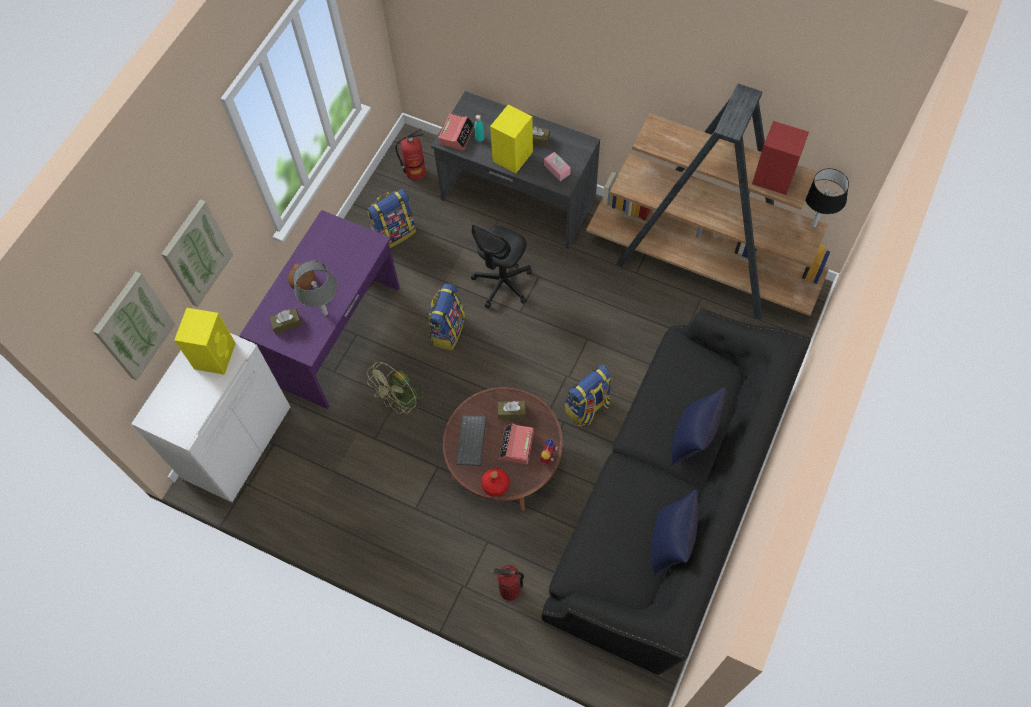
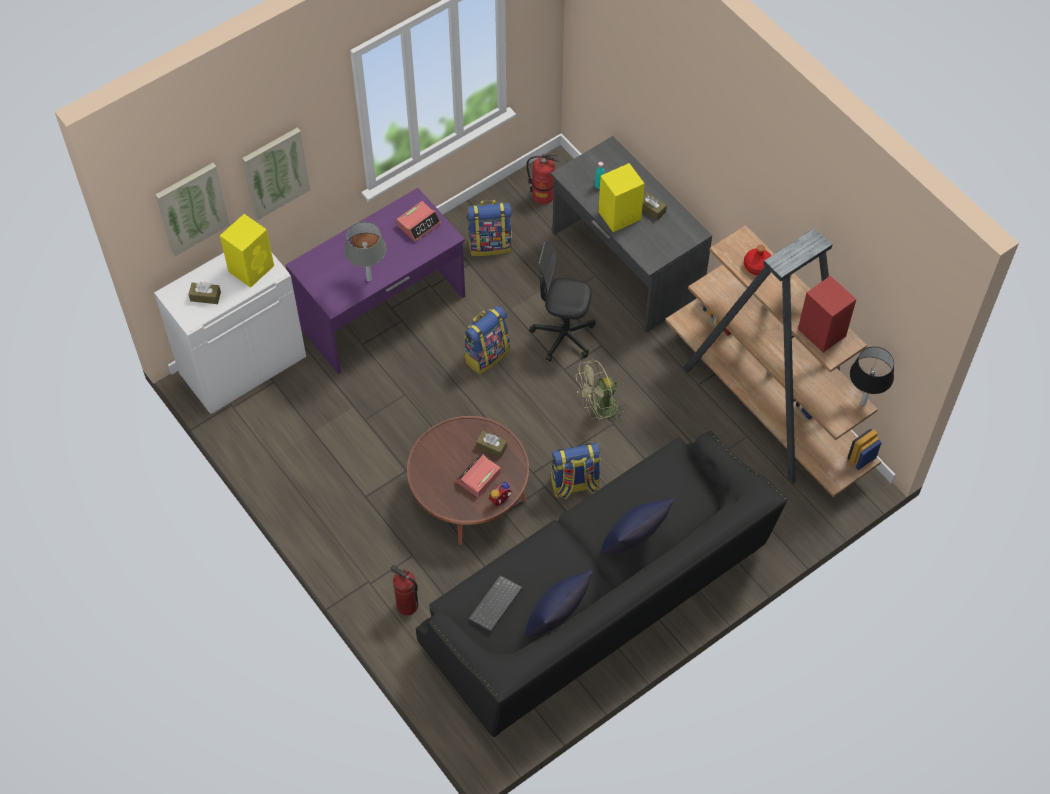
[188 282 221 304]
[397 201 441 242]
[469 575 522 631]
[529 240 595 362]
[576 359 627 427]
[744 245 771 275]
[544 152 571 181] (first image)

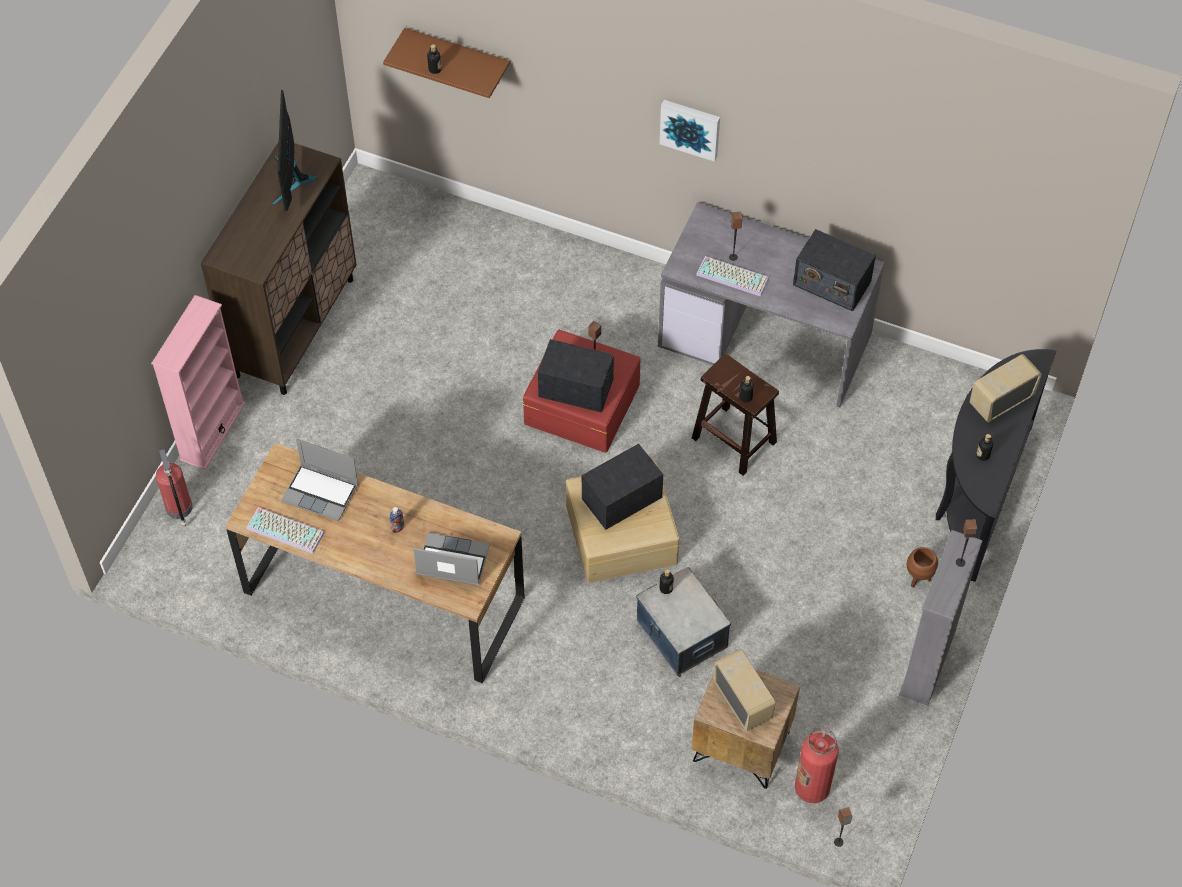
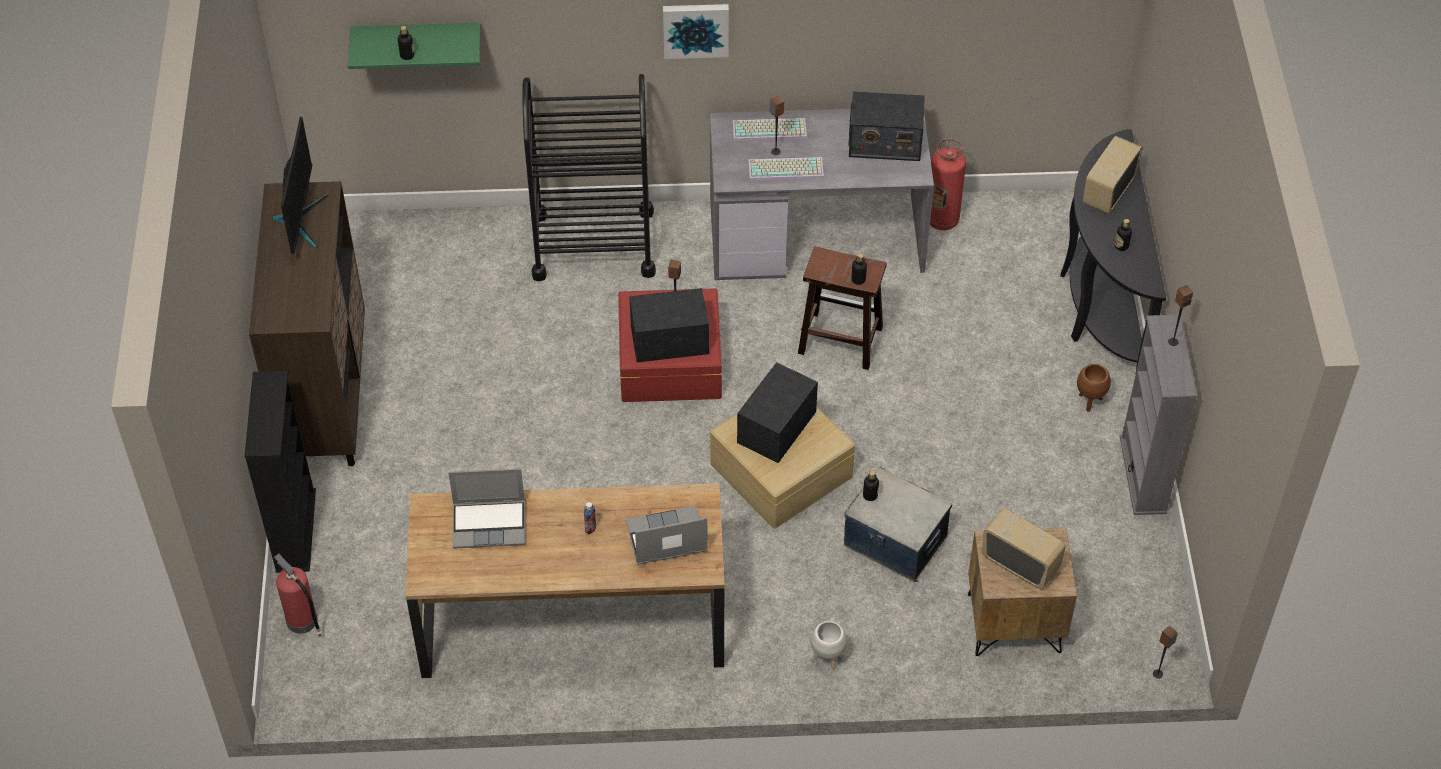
[244 371 316 573]
[273 117 328 254]
[348 23 481 69]
[522 74 656 281]
[732 118 807 141]
[811 621 847 669]
[930 138 966 230]

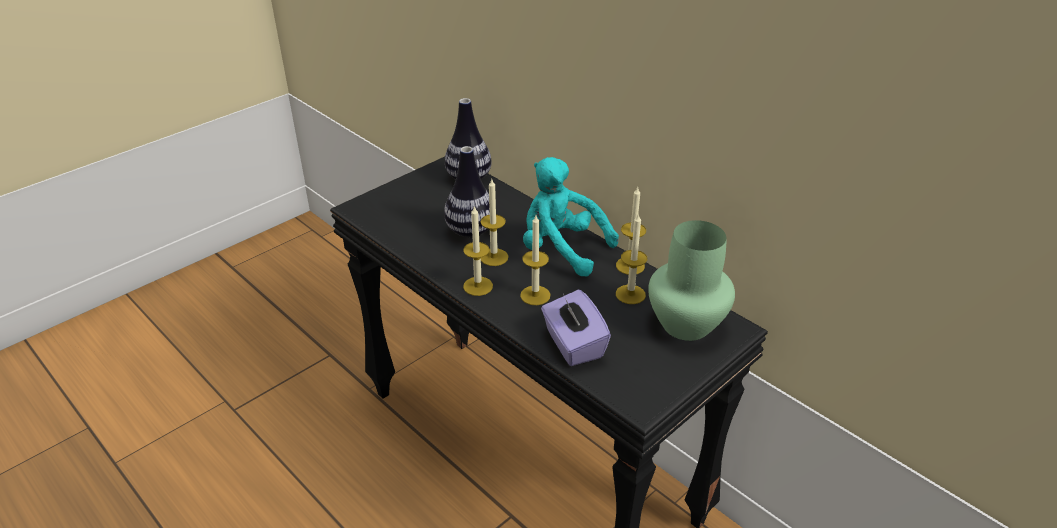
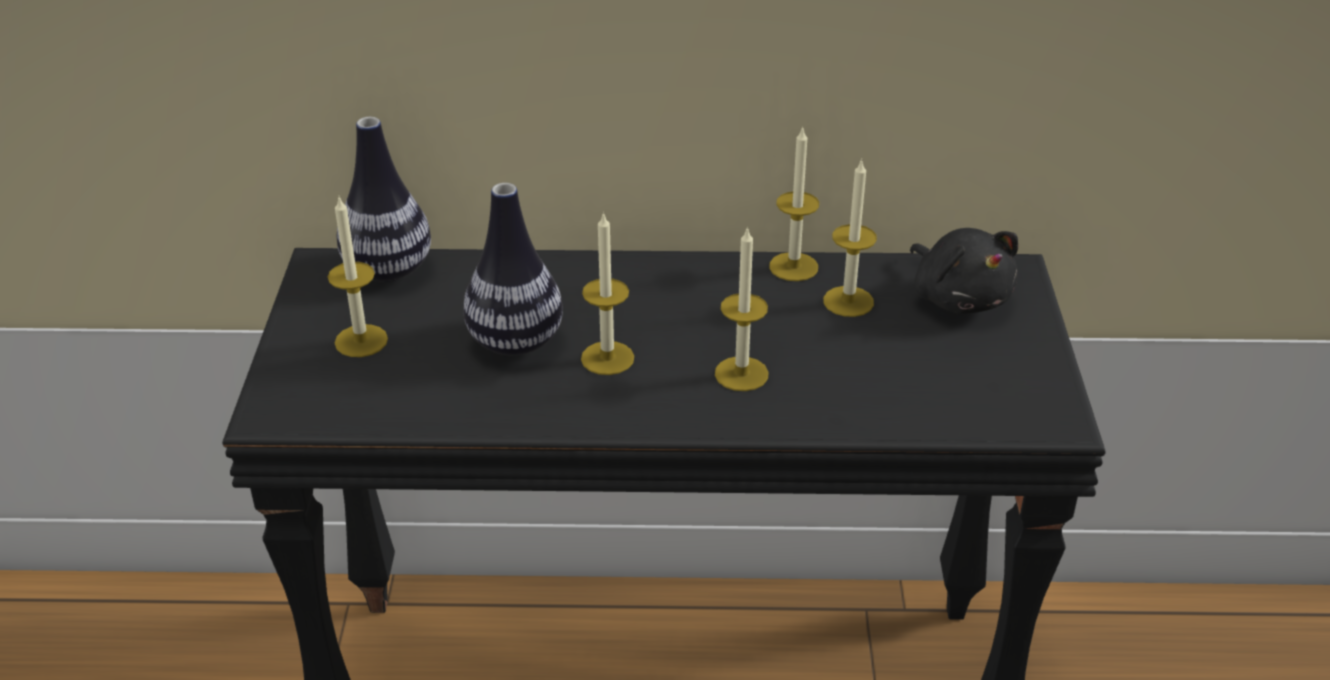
[328 197 388 357]
[910 228 1018 314]
[523 157 619 277] (first image)
[541 290 611 366] (first image)

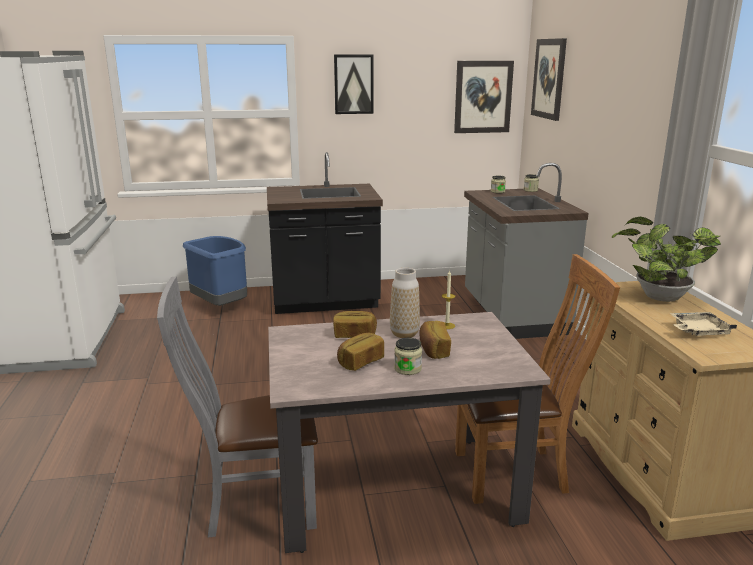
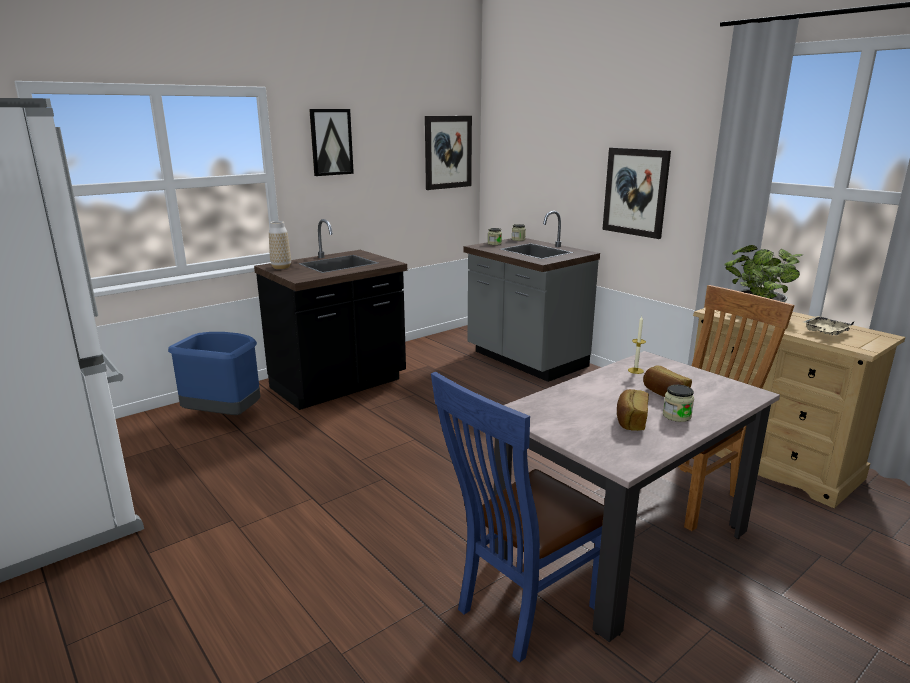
[269 221 291 269]
[431 372 604 663]
[602 148 671 239]
[333 311 377 338] (first image)

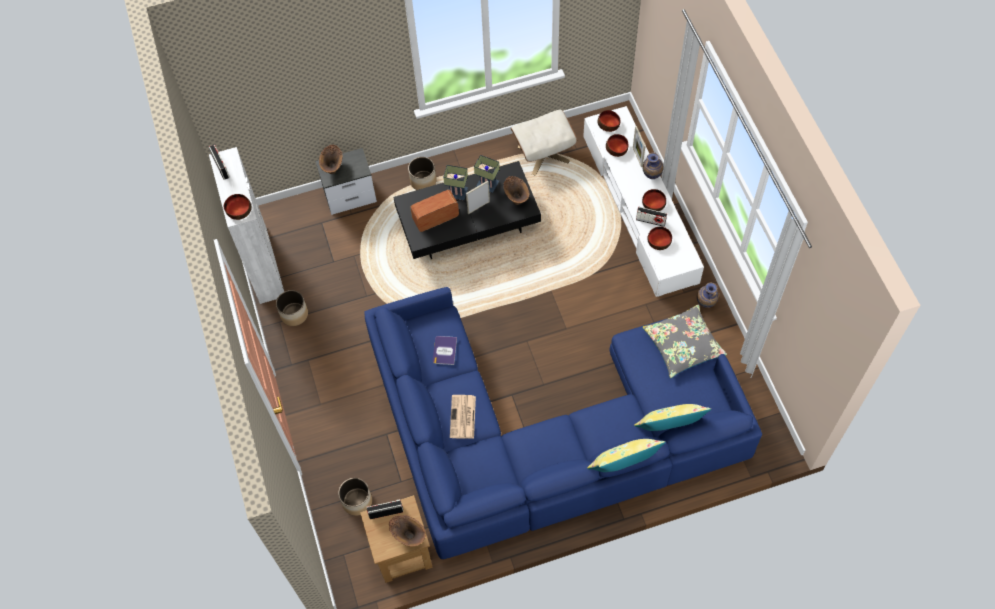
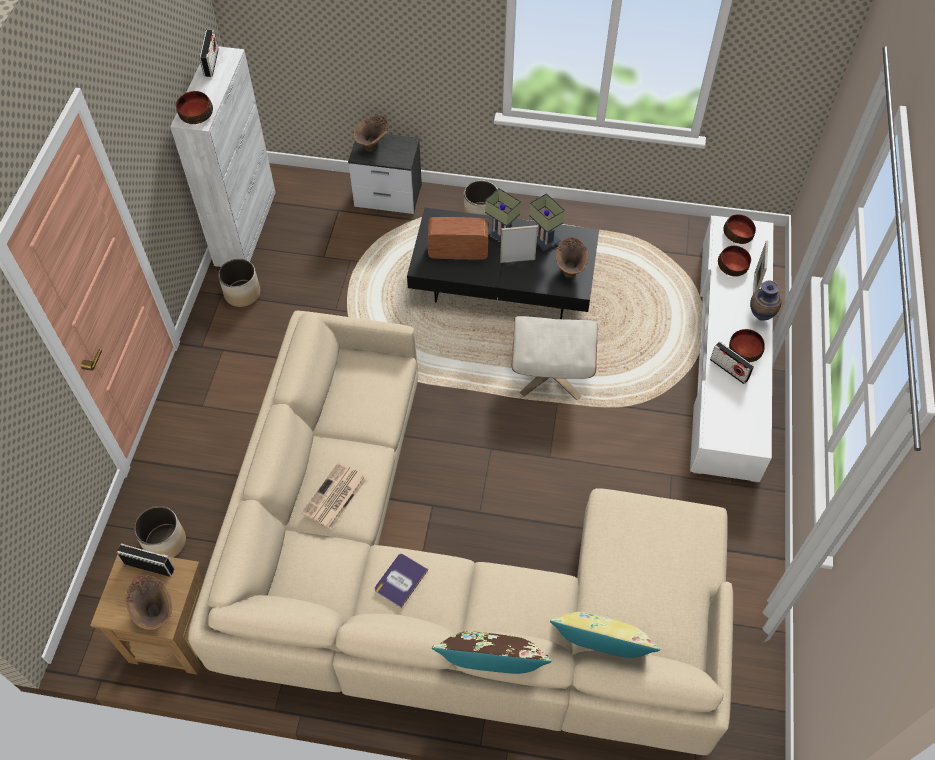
[188 311 733 755]
[375 554 428 608]
[432 631 552 674]
[511 316 598 400]
[642 304 727 378] (first image)
[648 227 672 250] (first image)
[697 282 719 308] (first image)

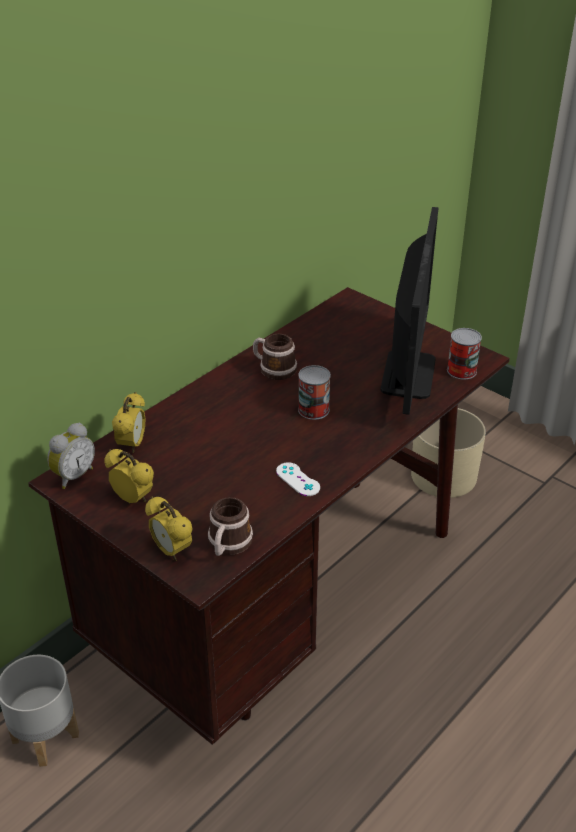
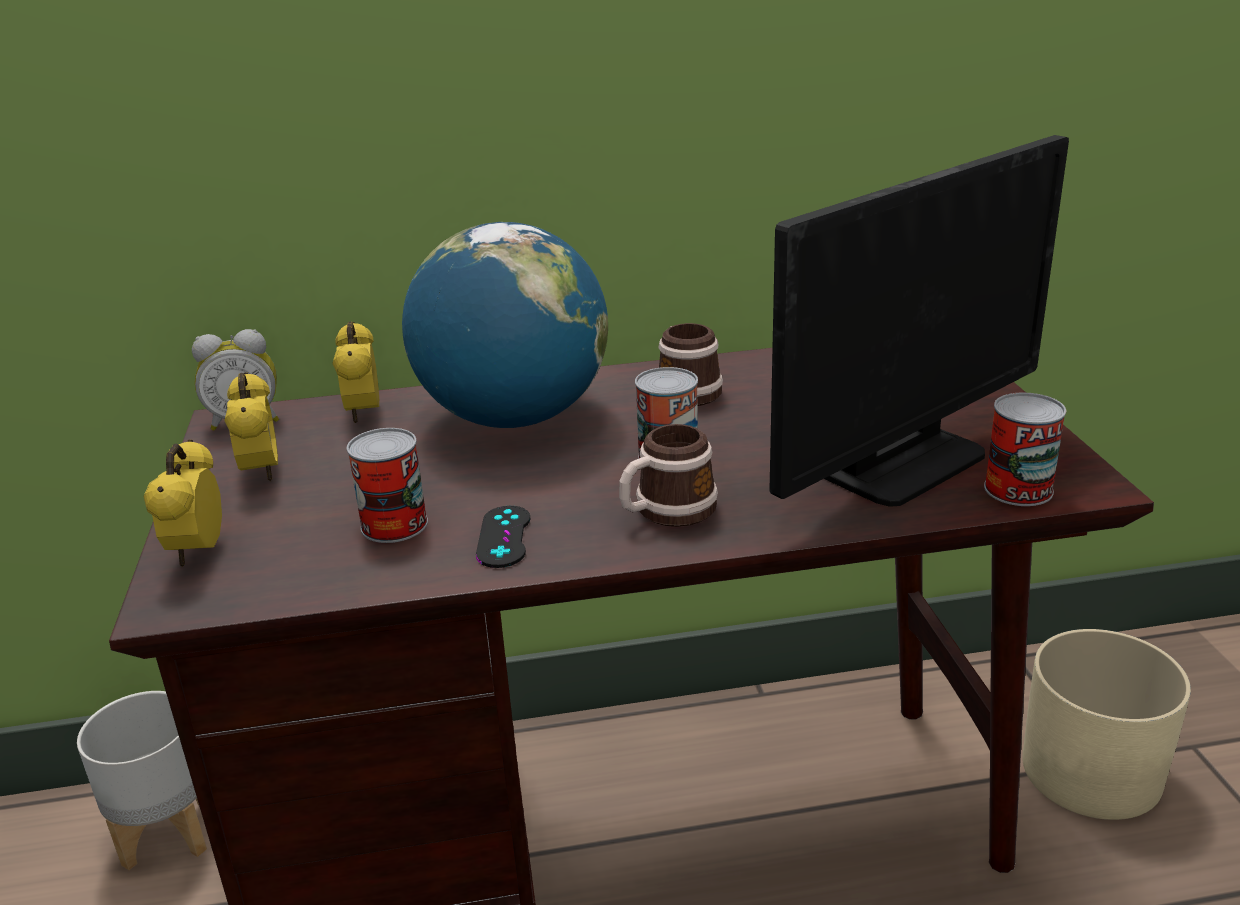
[332 322 379 423]
[347 428 428 543]
[402 222 608 428]
[476 506 531 568]
[619 424 718 527]

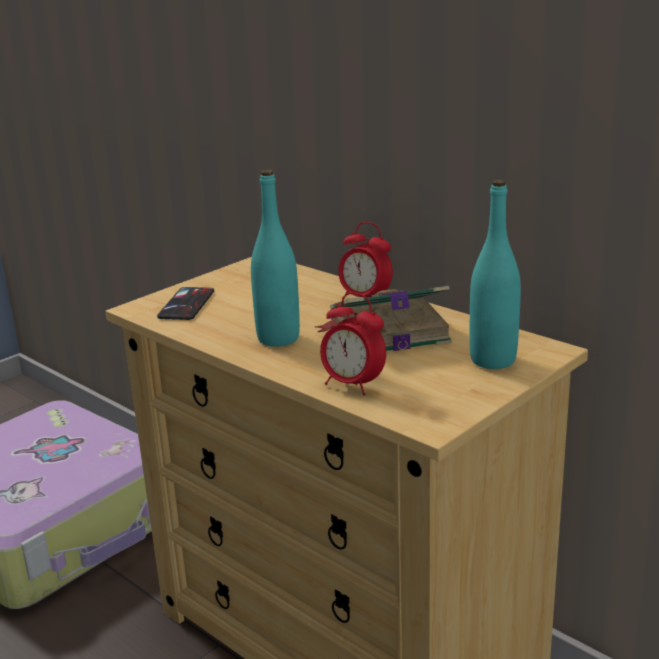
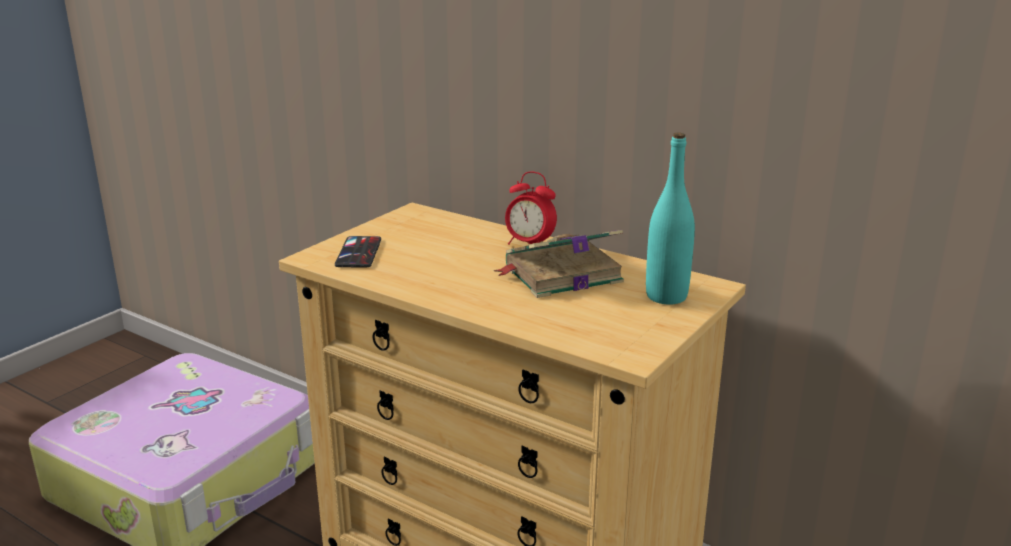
[251 170 300 347] (first image)
[320 292 386 396] (first image)

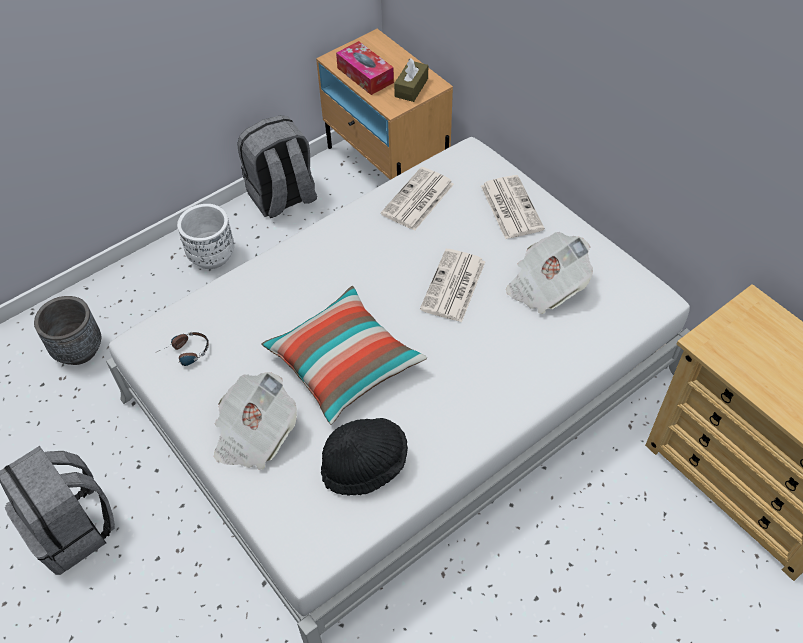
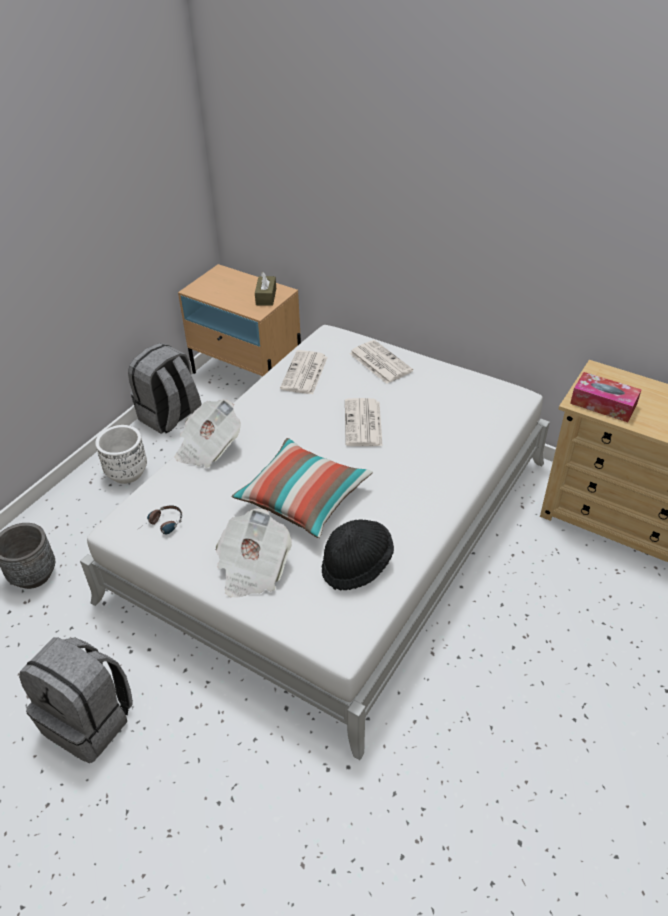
[175 400 241 468]
[570 372 642 422]

